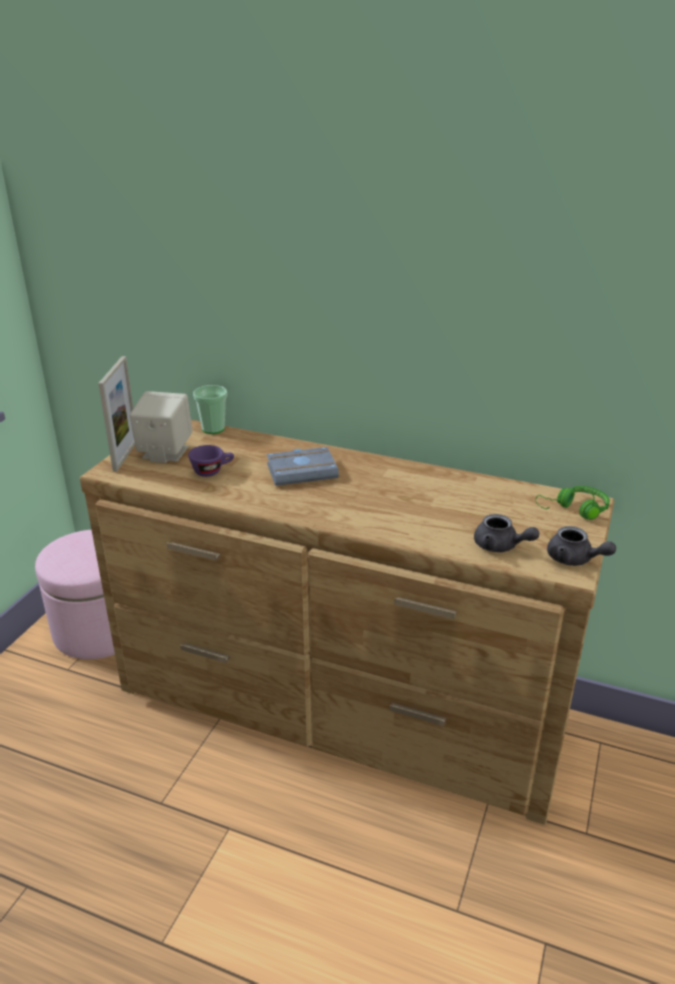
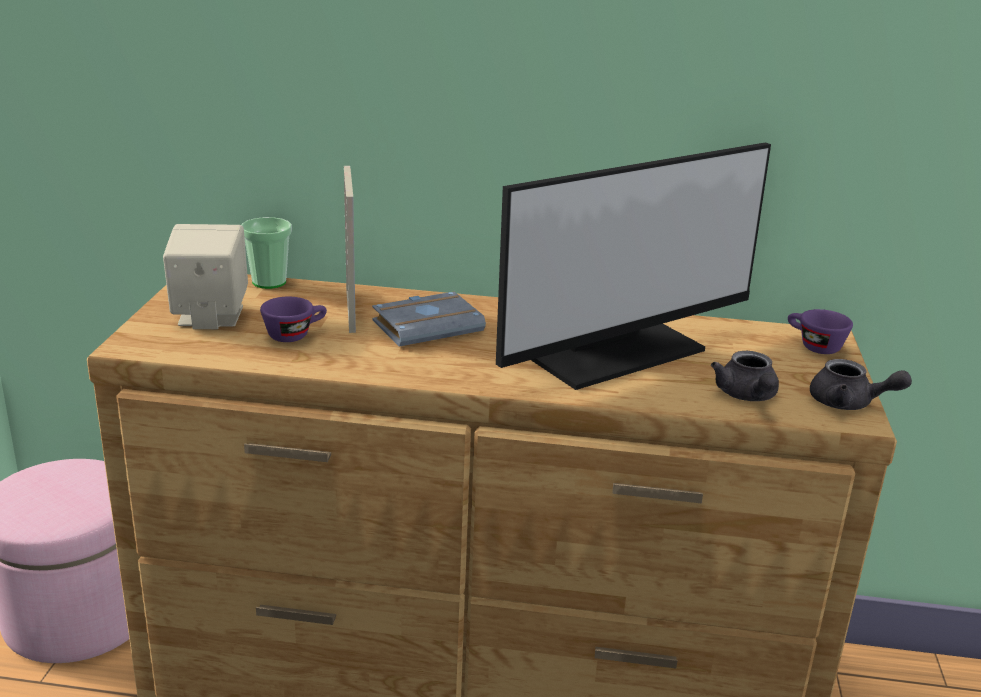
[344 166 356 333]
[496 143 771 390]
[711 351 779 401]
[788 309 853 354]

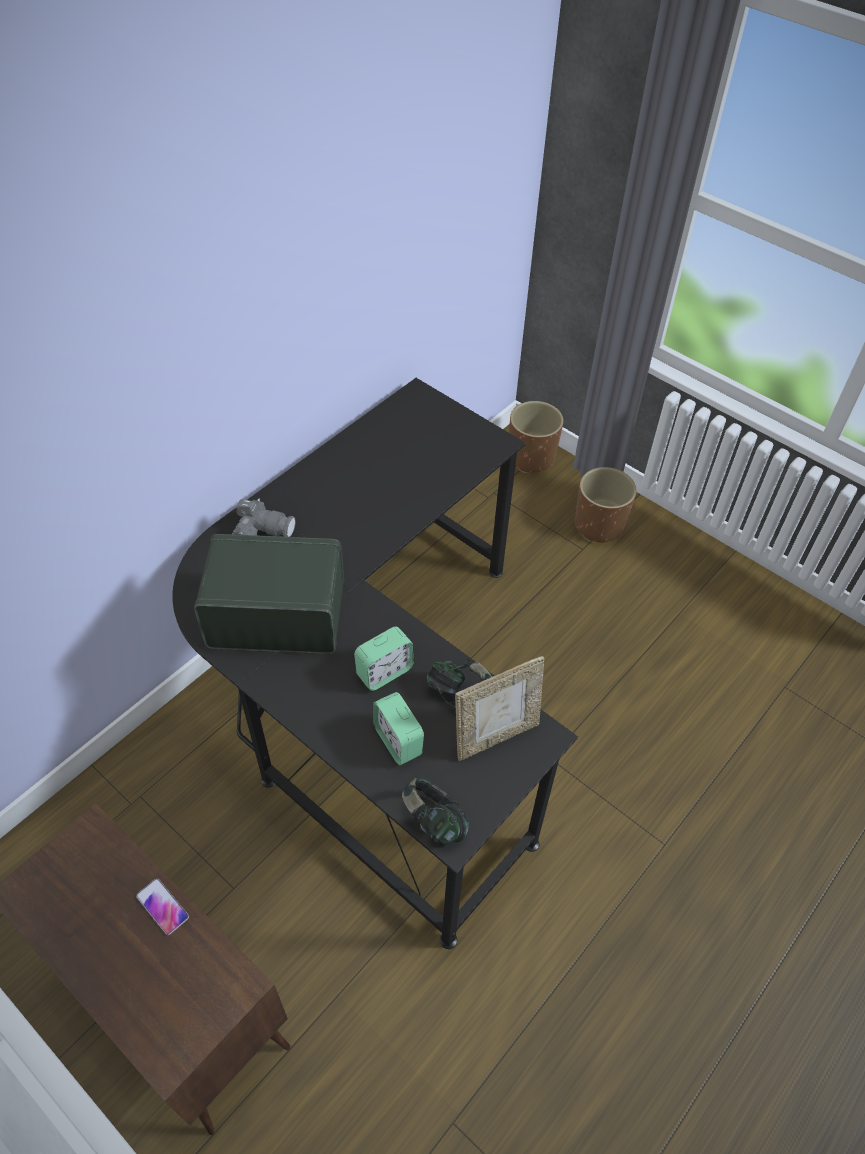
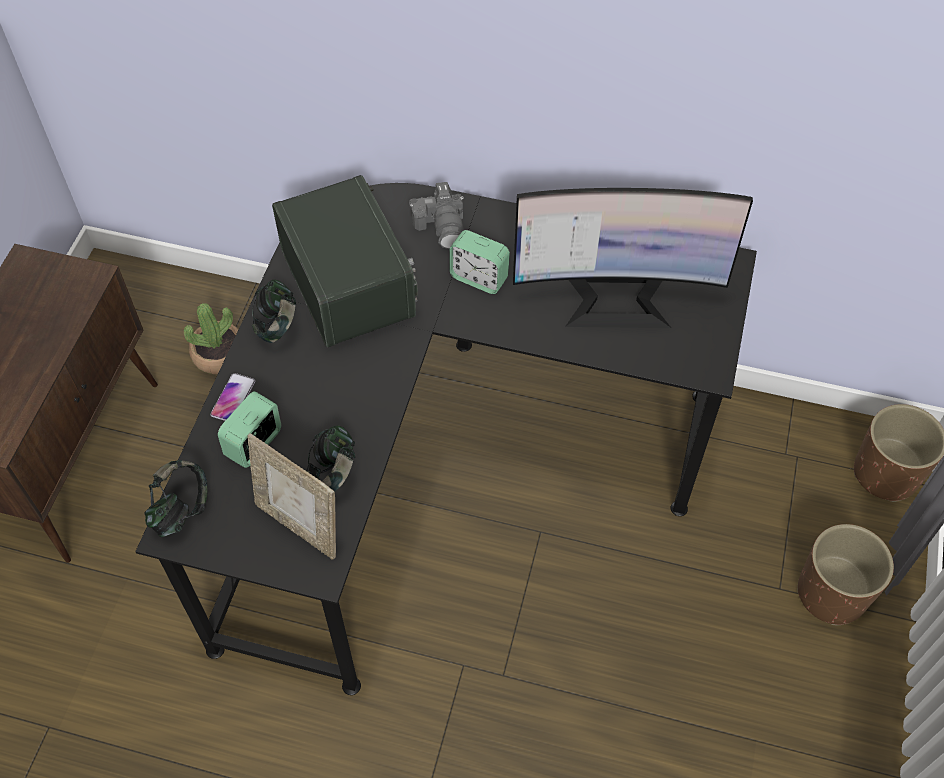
[184 303 238 374]
[210 373 255 421]
[252 279 296 343]
[450 230 510 294]
[513 188 753 328]

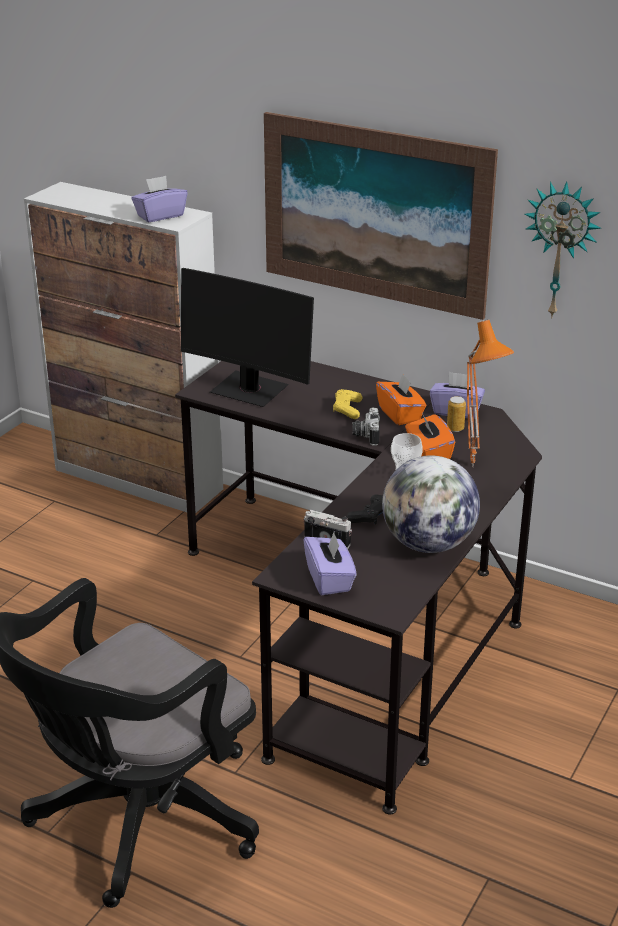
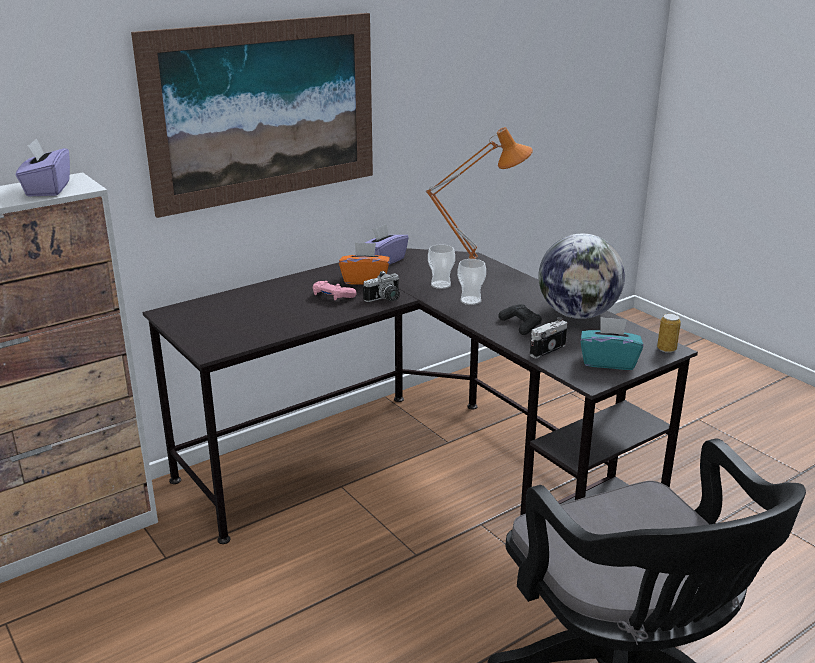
[313 281 357 300]
[363 271 400 302]
[428 245 455 289]
[580 316 643 370]
[657 313 681 353]
[181 268 314 407] (first image)
[524 181 601 319] (first image)

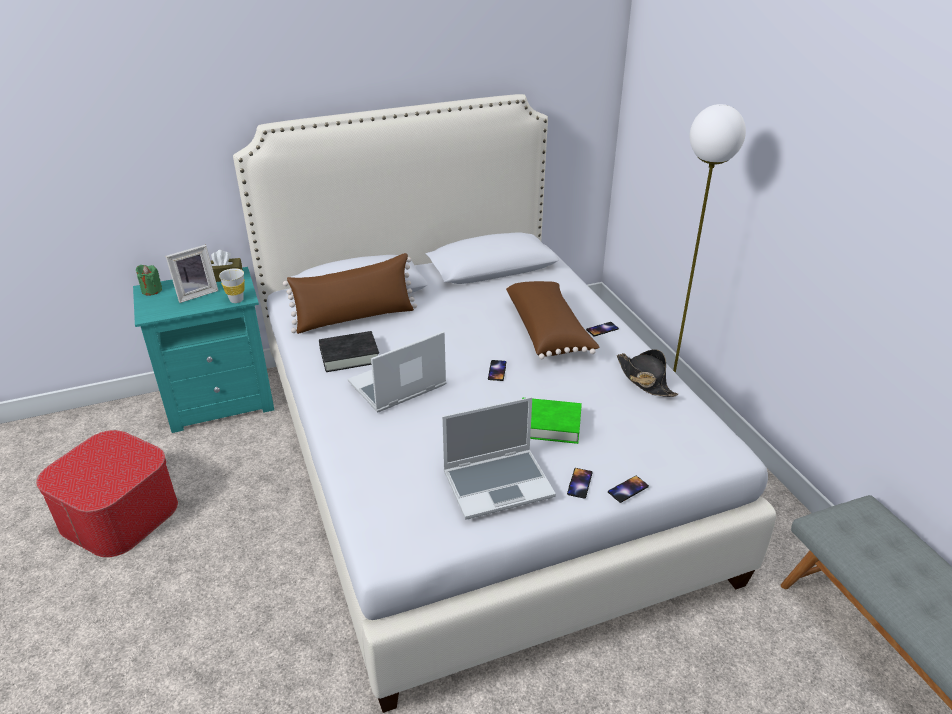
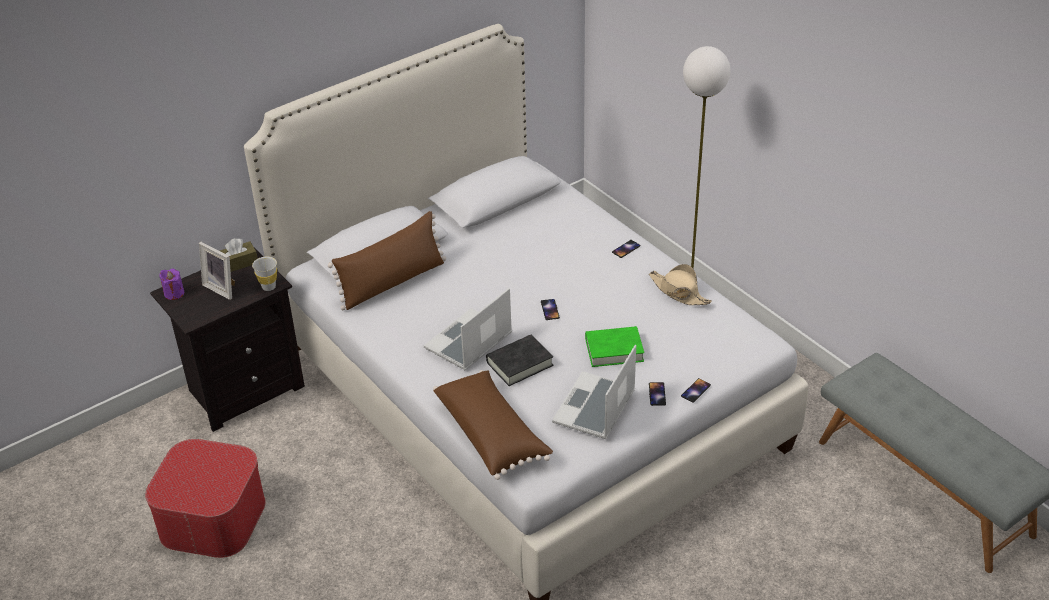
[150 249 305 432]
[159 269 184 300]
[199 242 235 300]
[433 370 553 480]
[486 335 553 386]
[552 345 636 439]
[649 264 712 305]

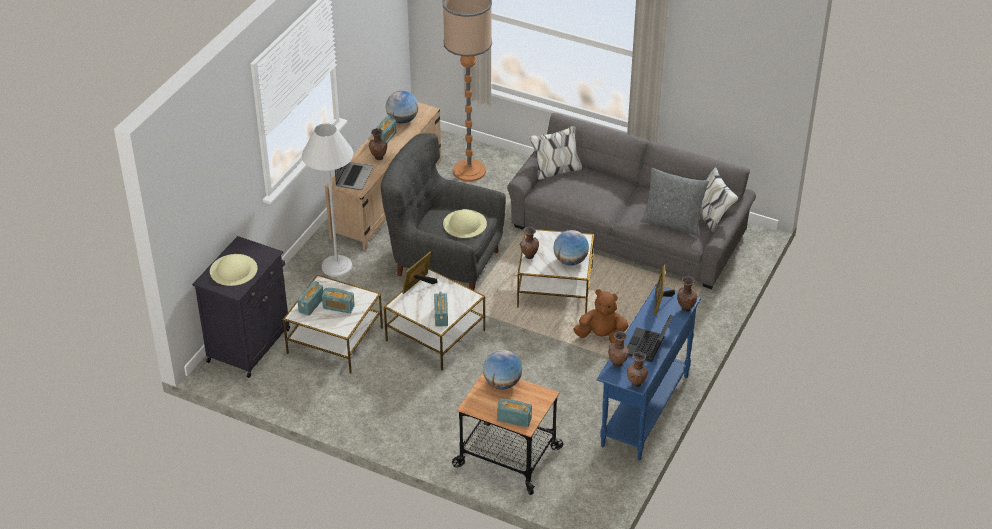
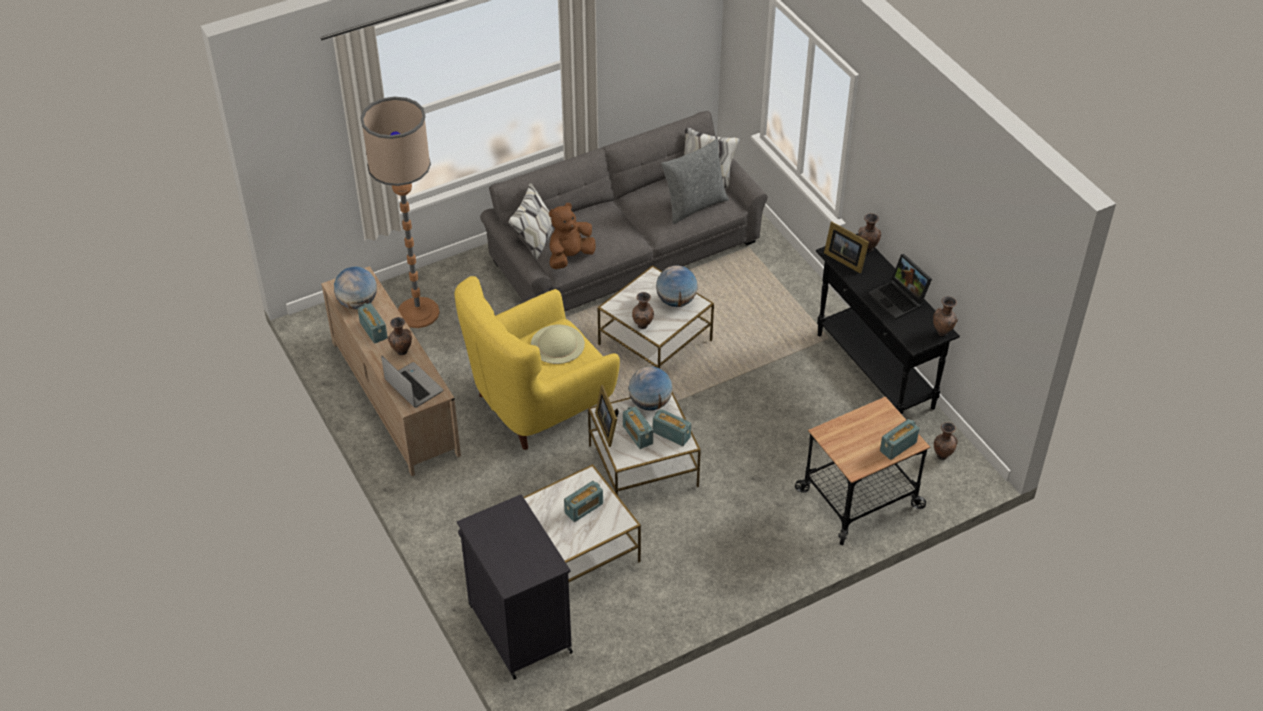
[454 276 620 450]
[549 203 596 269]
[623 406 653 449]
[628 366 672 411]
[816 233 960 414]
[934 422 958 460]
[210 254 258 286] (first image)
[302 123 353 277] (first image)

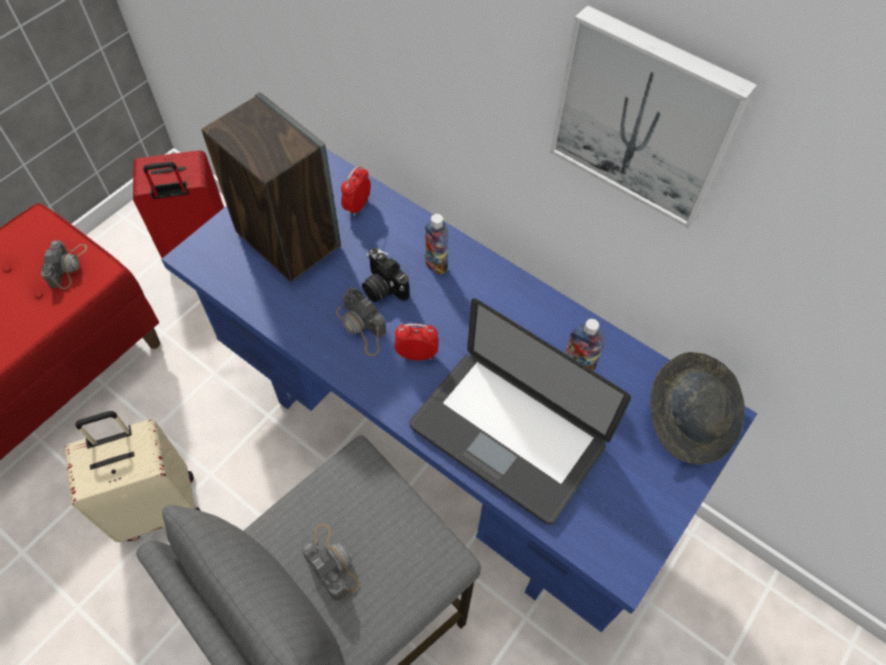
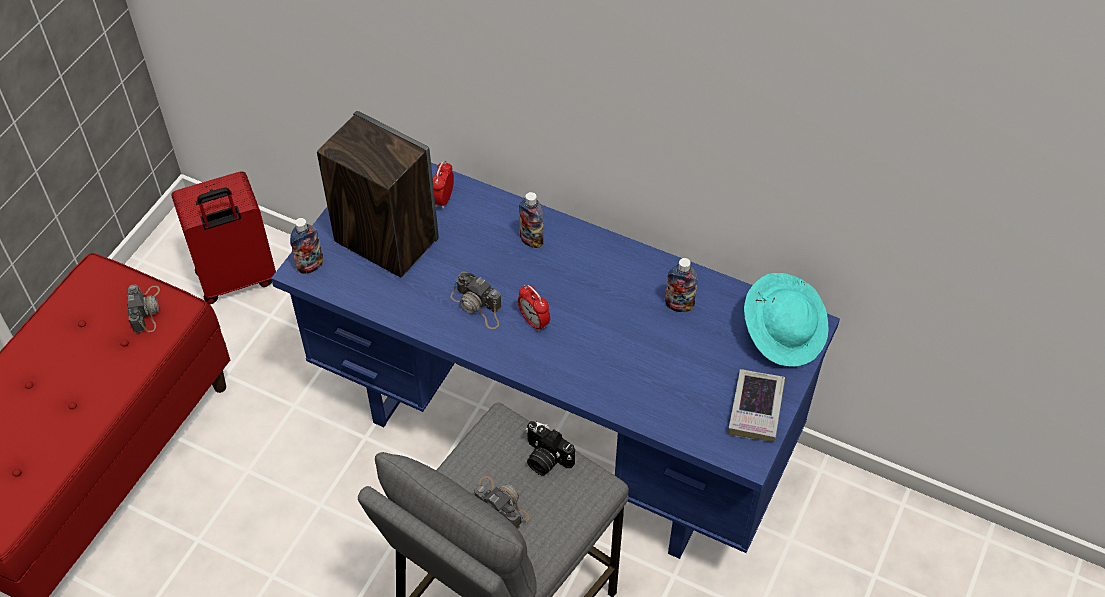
[290 218 323 274]
[518 285 550 332]
[525 421 575 476]
[728 369 785 442]
[744 273 828 367]
[65 411 201 542] (first image)
[409 298 631 525] (first image)
[550 5 757 228] (first image)

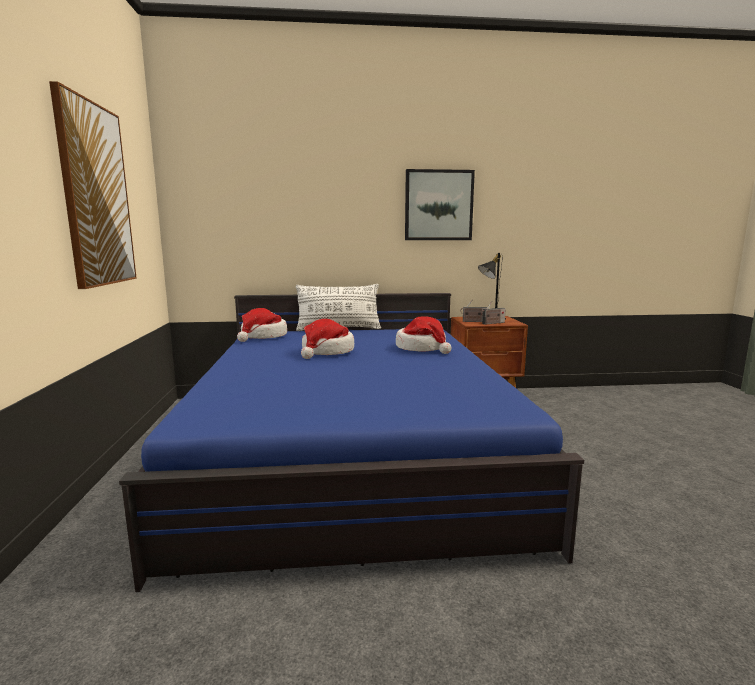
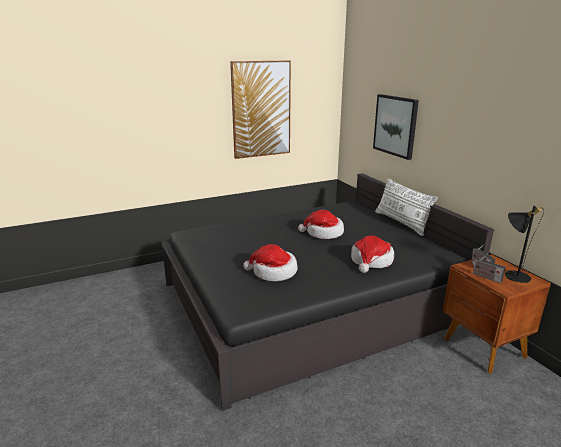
[161 173 495 411]
[243 244 298 281]
[373 94 419 160]

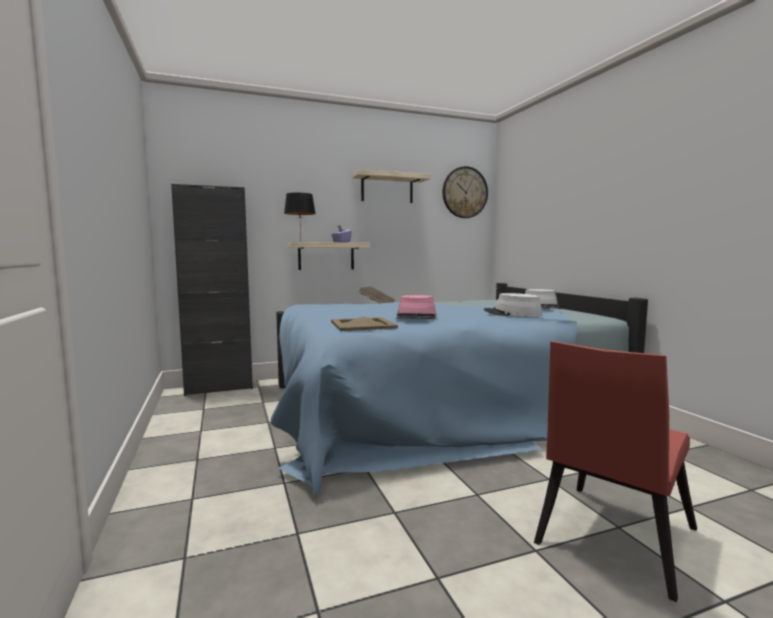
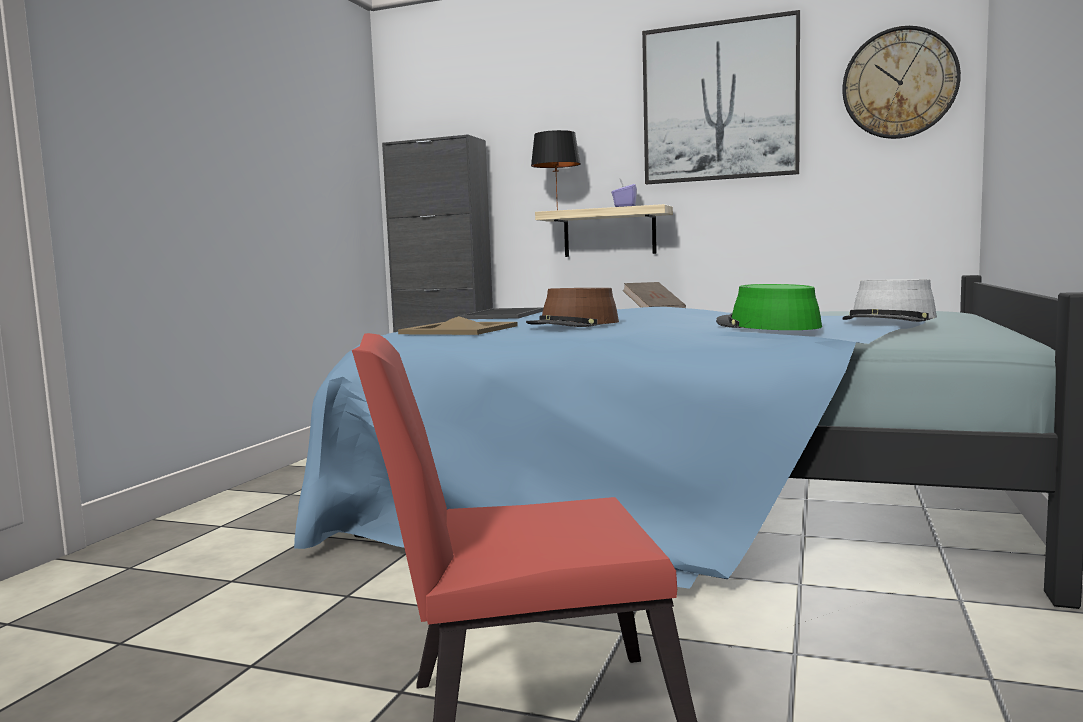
[460 307 544 319]
[526 288 619 327]
[642 10 800 184]
[716 284 822 330]

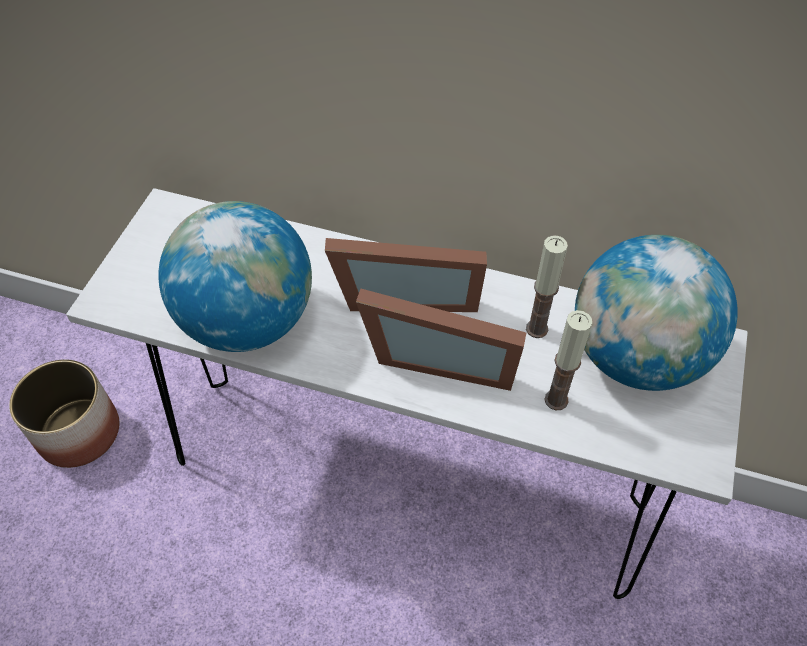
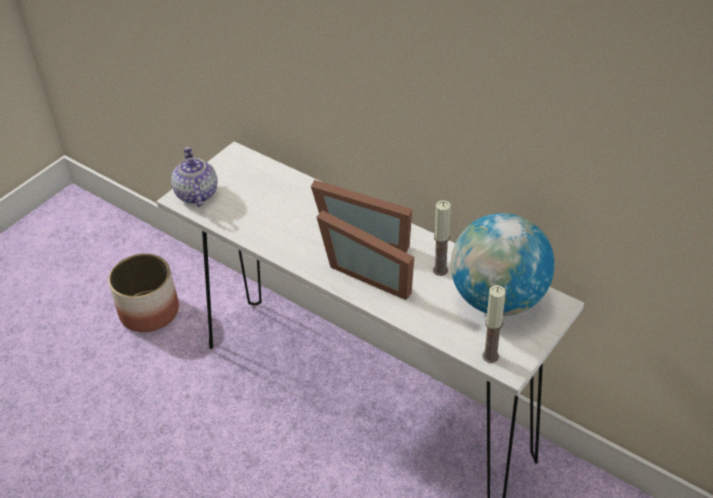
[171 146 217 207]
[482 285 506 363]
[158 201 312 352] (first image)

